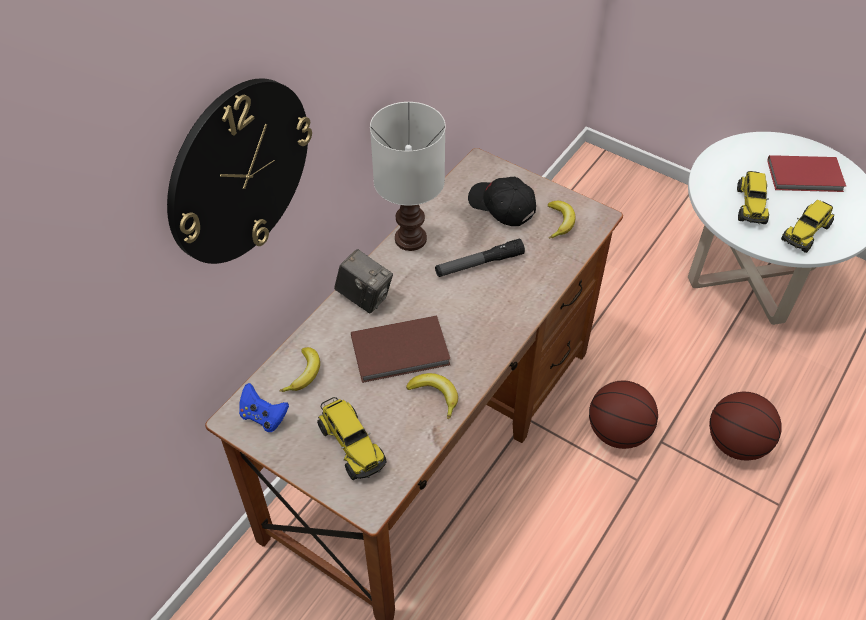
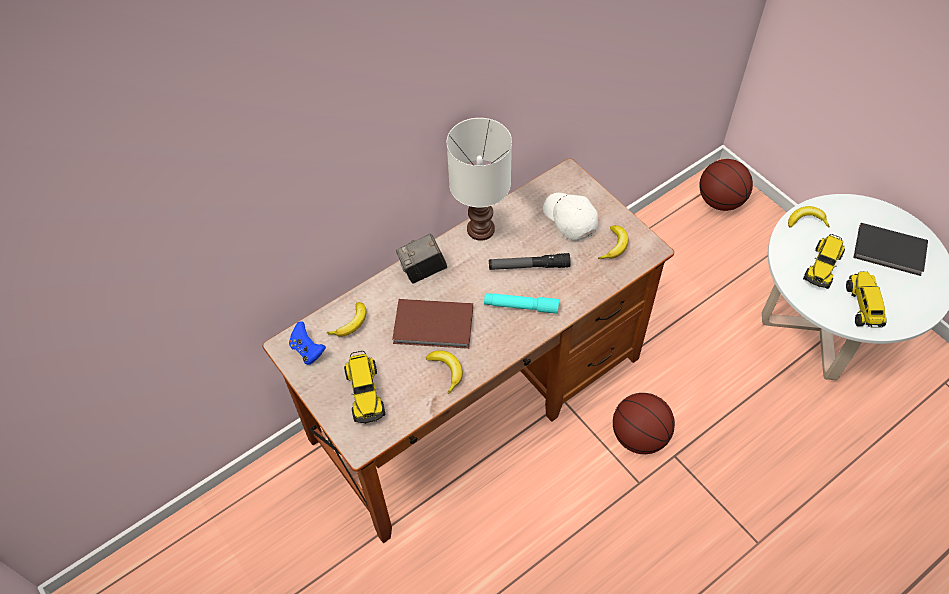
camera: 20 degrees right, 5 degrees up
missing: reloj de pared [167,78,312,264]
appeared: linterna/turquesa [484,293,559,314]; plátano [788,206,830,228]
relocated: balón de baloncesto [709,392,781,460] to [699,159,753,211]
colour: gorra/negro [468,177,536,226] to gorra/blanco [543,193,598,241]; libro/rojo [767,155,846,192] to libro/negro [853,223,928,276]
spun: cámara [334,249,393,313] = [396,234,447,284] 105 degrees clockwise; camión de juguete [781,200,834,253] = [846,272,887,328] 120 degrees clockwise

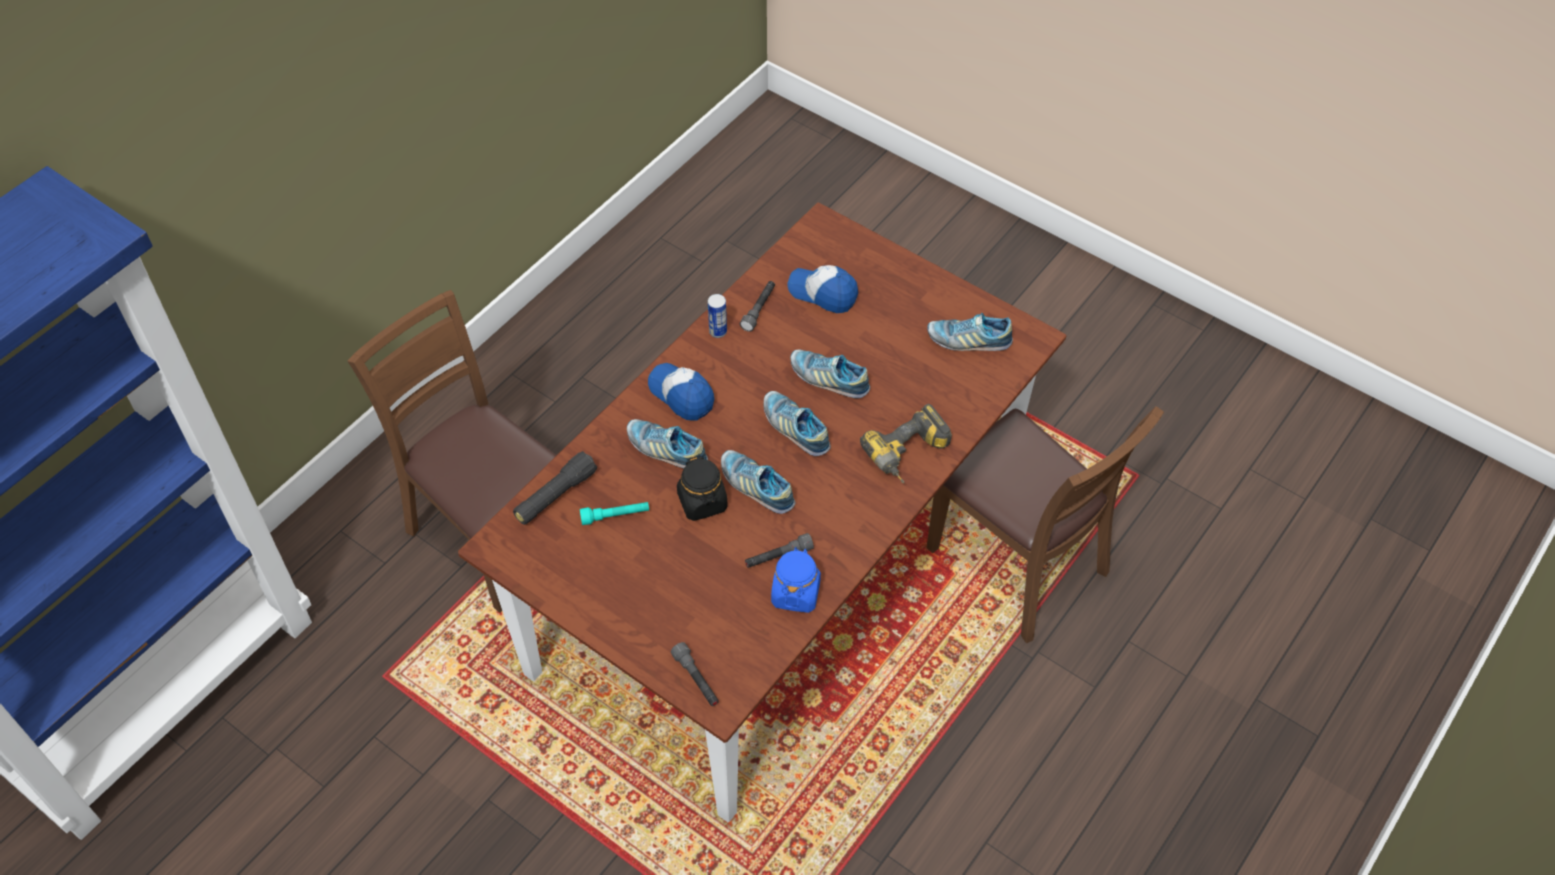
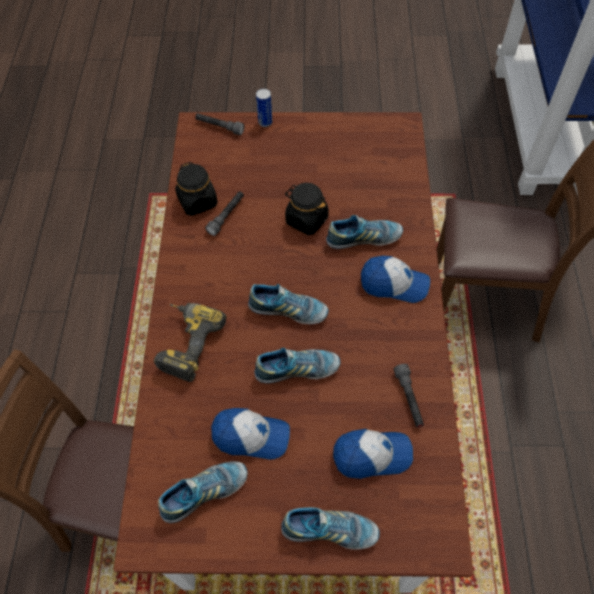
camera: 145 degrees right, 5 degrees up
missing: linterna/negro [513,451,597,525]; linterna/turquesa [580,502,649,525]
appeared: gorra [211,408,290,460]
relocated: lata [708,294,727,338] to [256,89,272,127]; zapato [721,450,795,514] to [281,507,380,550]
colour: tarro/azul [771,547,821,613] to tarro/negro [175,162,218,216]

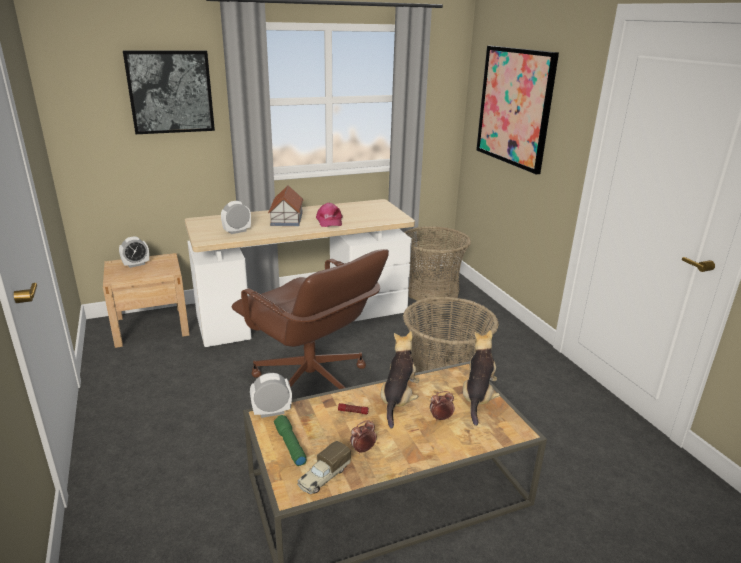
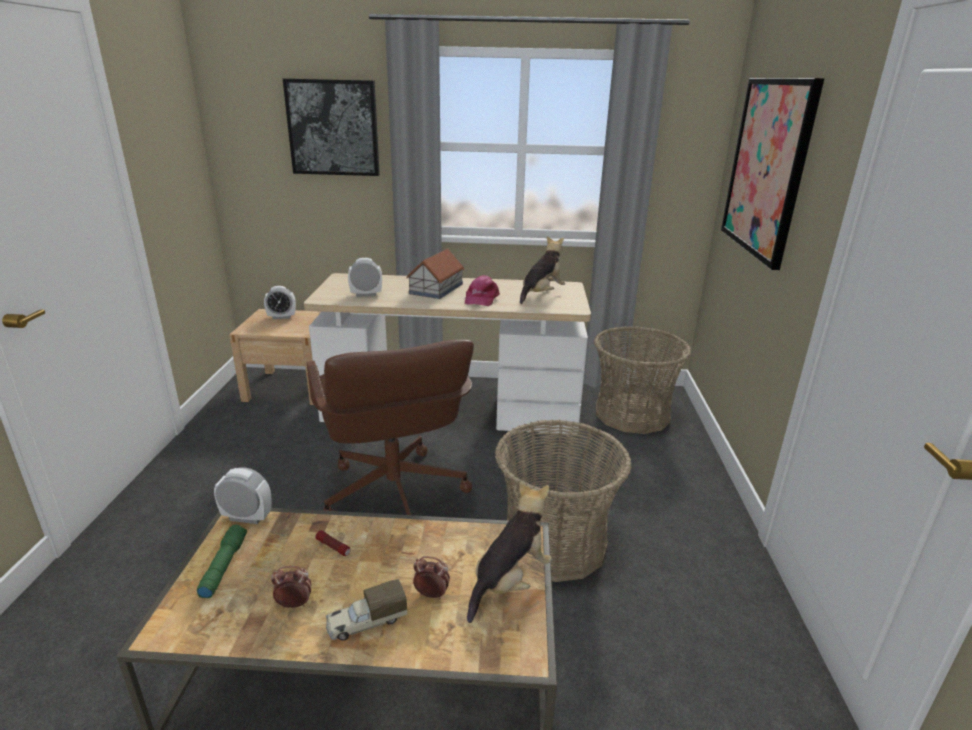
camera: 25 degrees right, 0 degrees up
relocated: camión de juguete [297,441,351,494] to [326,579,407,641]; peluche [381,331,419,428] to [520,236,565,304]

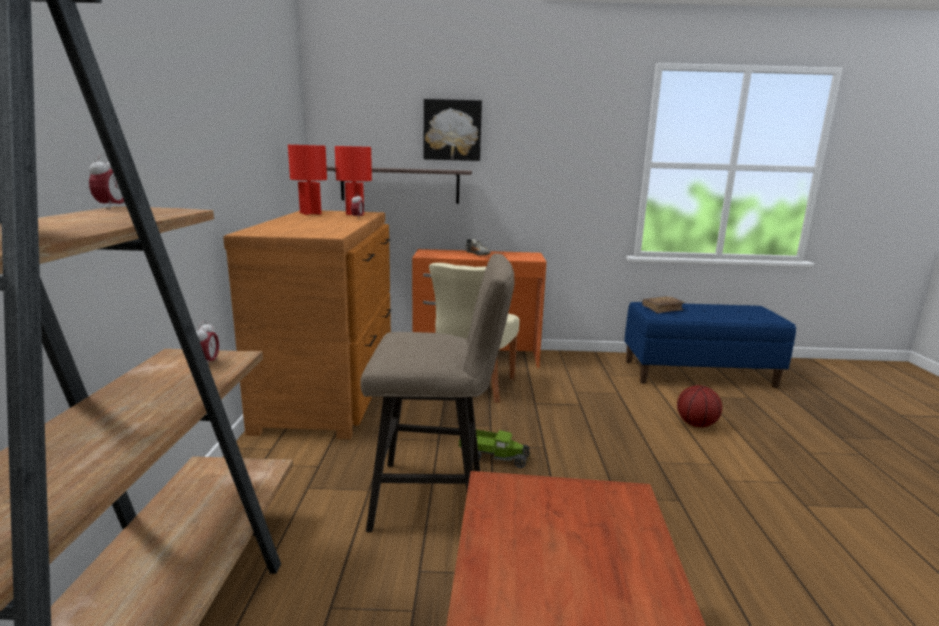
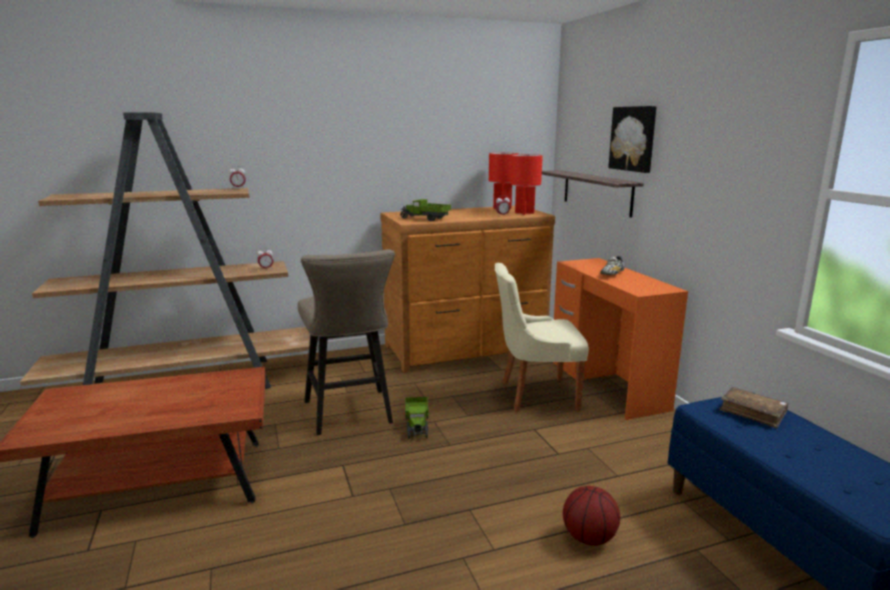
camera: 70 degrees right, 0 degrees up
appeared: camión de juguete [400,199,451,221]

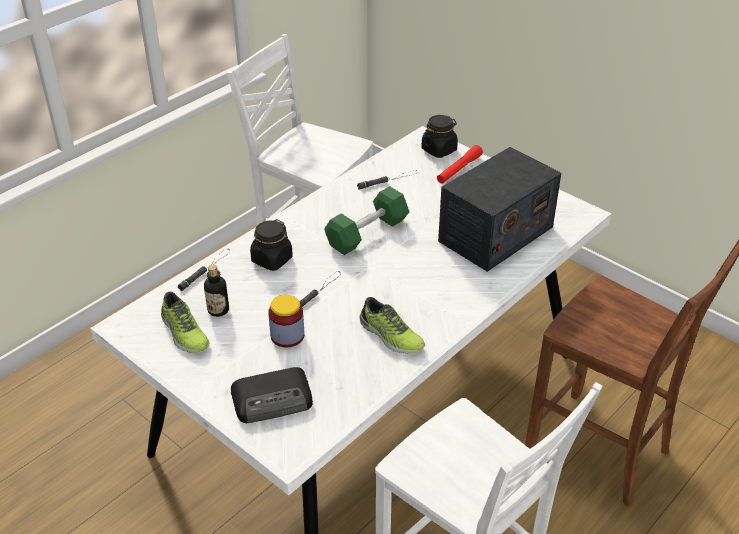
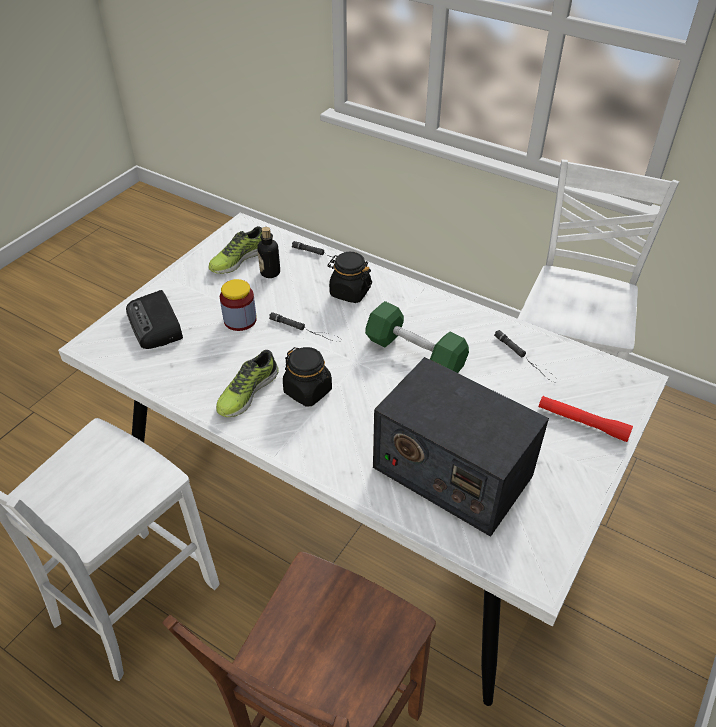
camera: 80 degrees right, 5 degrees up
relocated: tarro/negro [422,115,458,158] to [283,347,332,407]

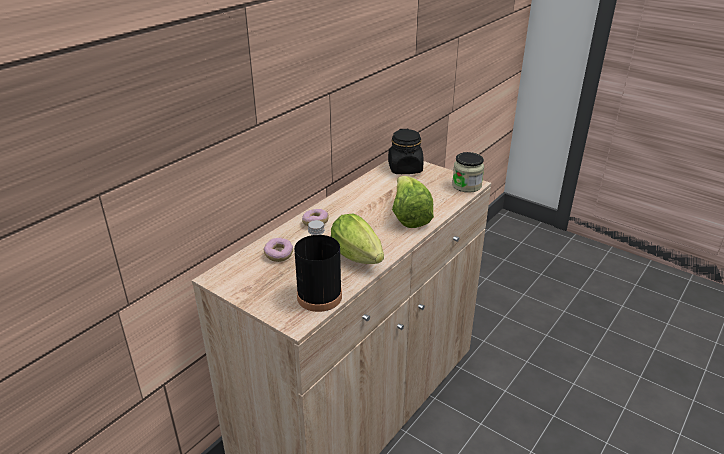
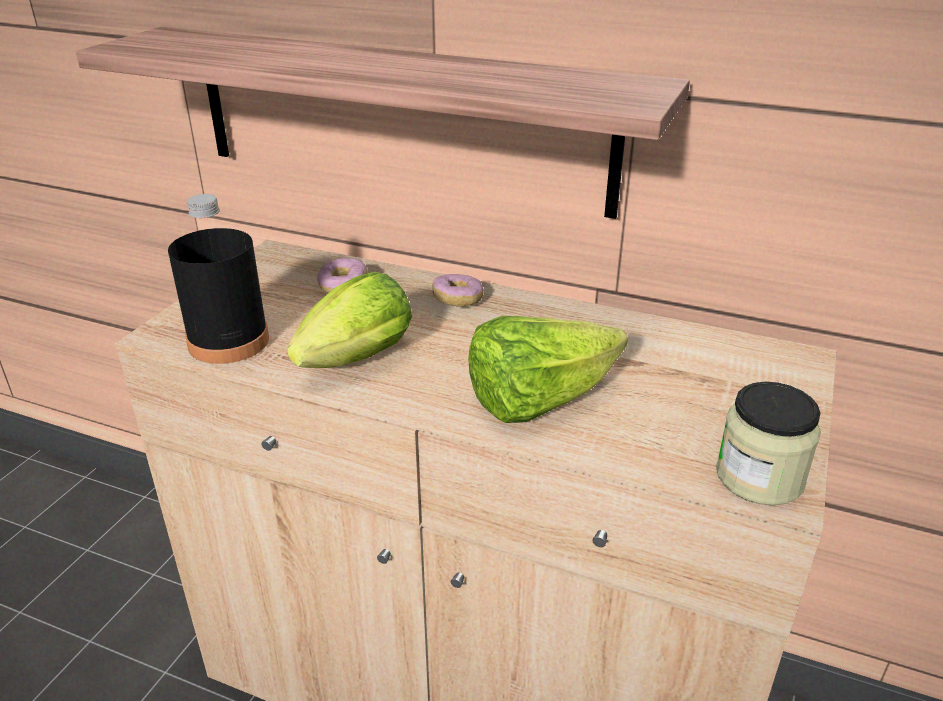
camera: 75 degrees right, 0 degrees up
missing: tarro/negro [388,129,424,174]
appeared: estante [76,26,690,219]

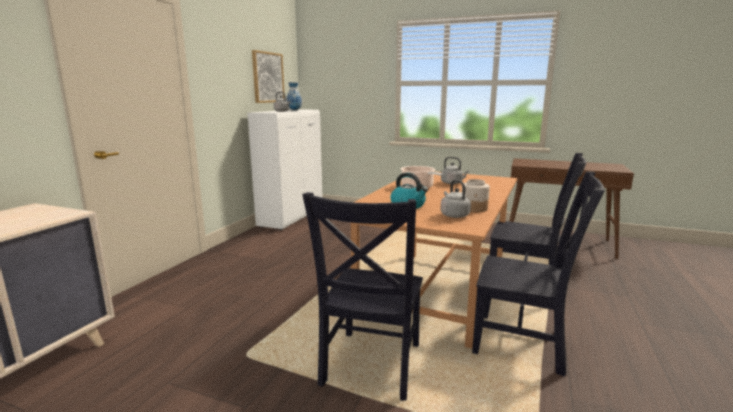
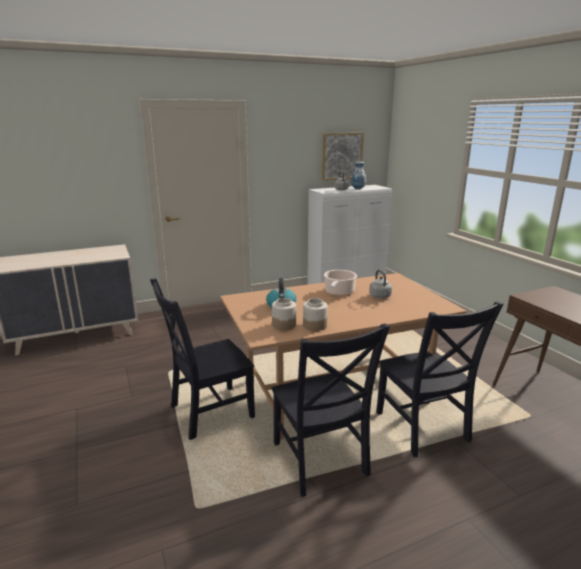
camera: 45 degrees right, 5 degrees up
exchanged: hervidor/gris [441,180,471,218] to tarro [272,298,296,330]

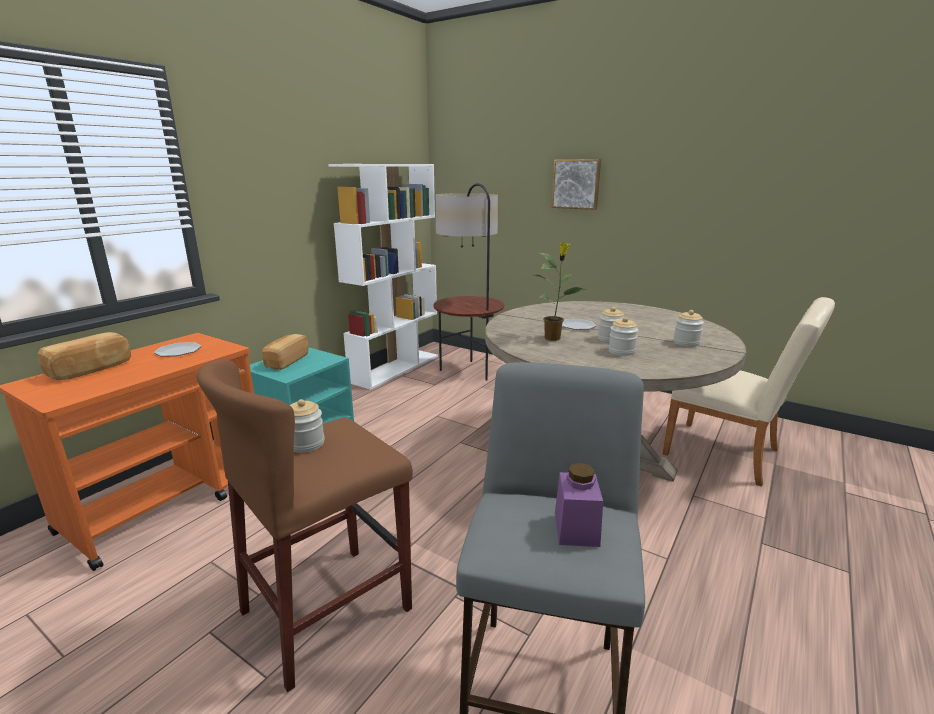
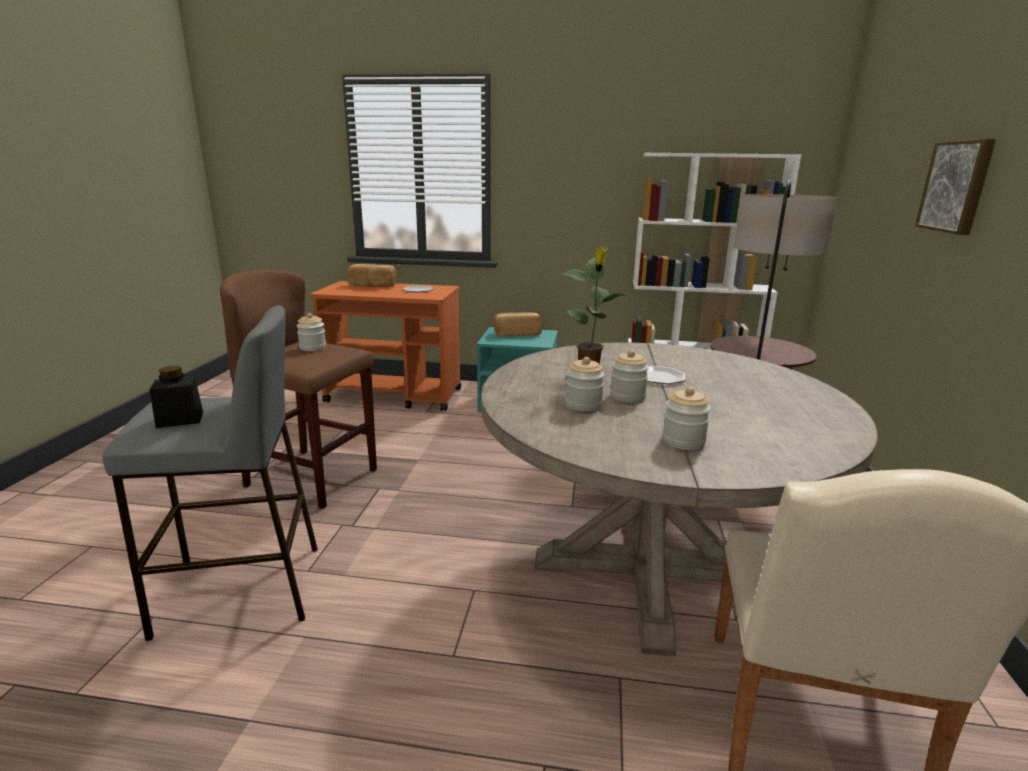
camera: 65 degrees right, 0 degrees up
colour: tarro/morado [555,463,603,547] to tarro/negro [149,366,203,428]

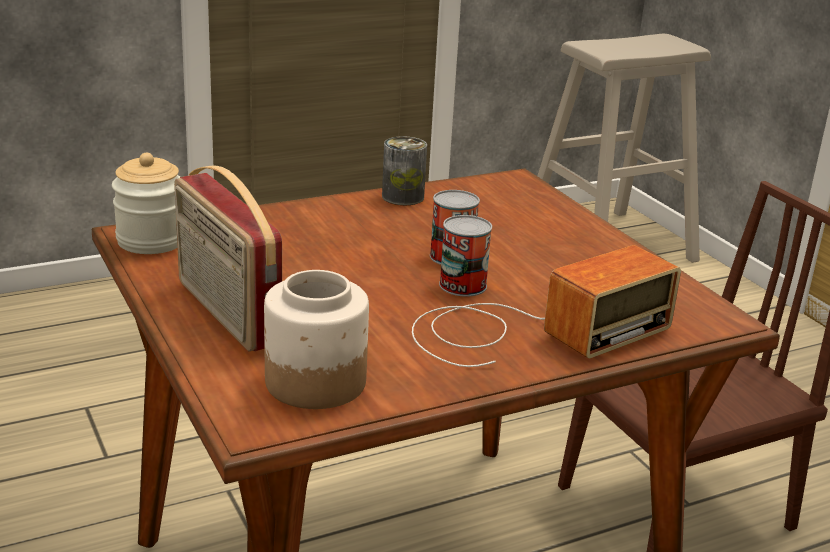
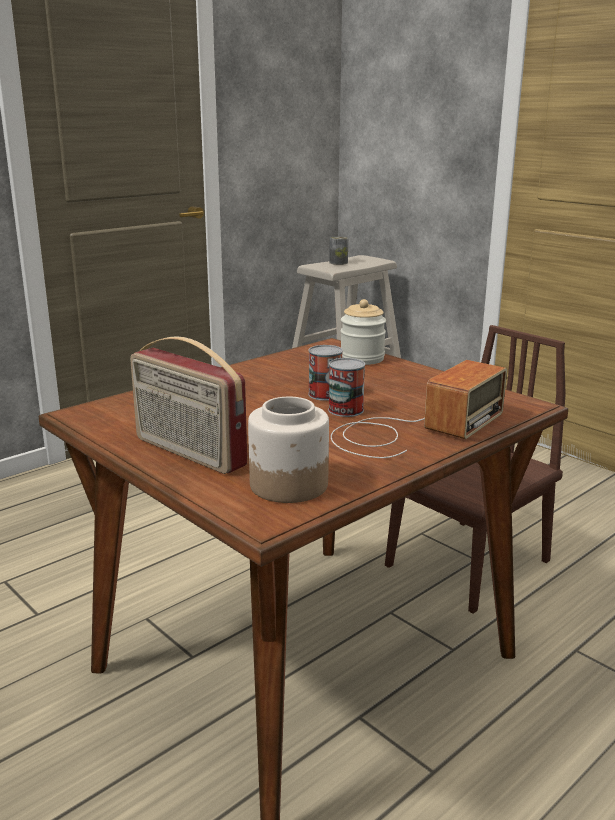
camera: 15 degrees left, 5 degrees down
relocated: tarro [112,153,180,254] to [341,299,386,365]; lata [382,136,427,205] to [329,236,348,265]

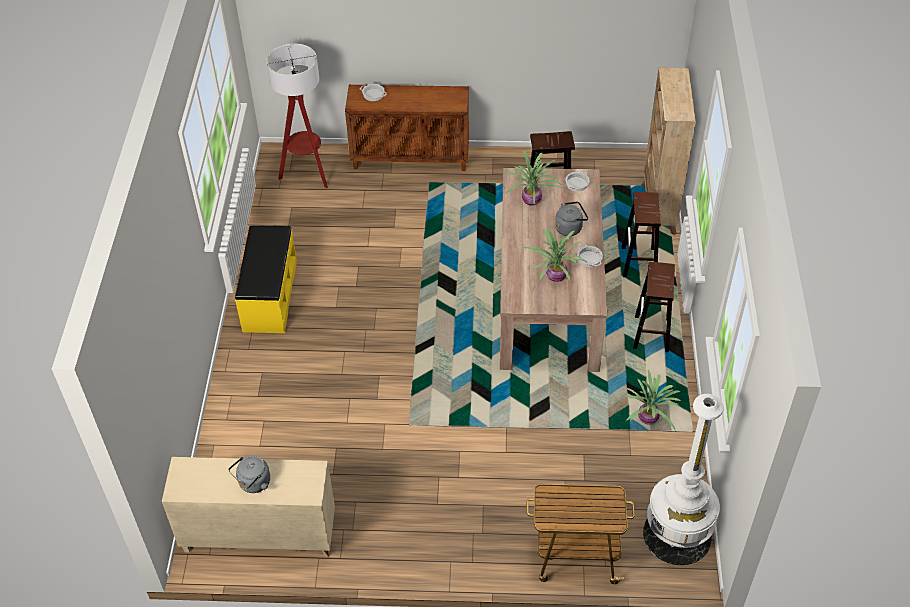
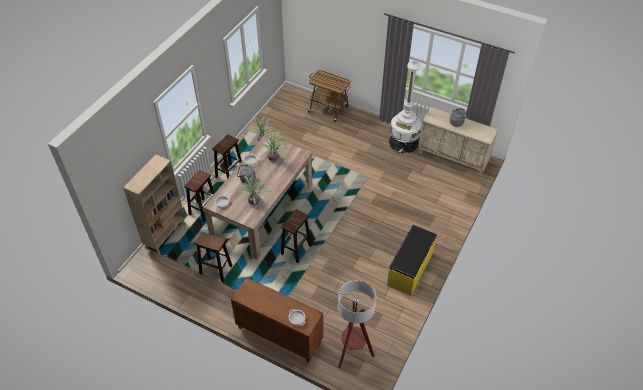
camera: 155 degrees left, 0 degrees up
appeared: taburete/marrón [281,209,312,263]
relocated: lámpara de pie/blanco [643,394,724,565] to [389,61,422,153]

